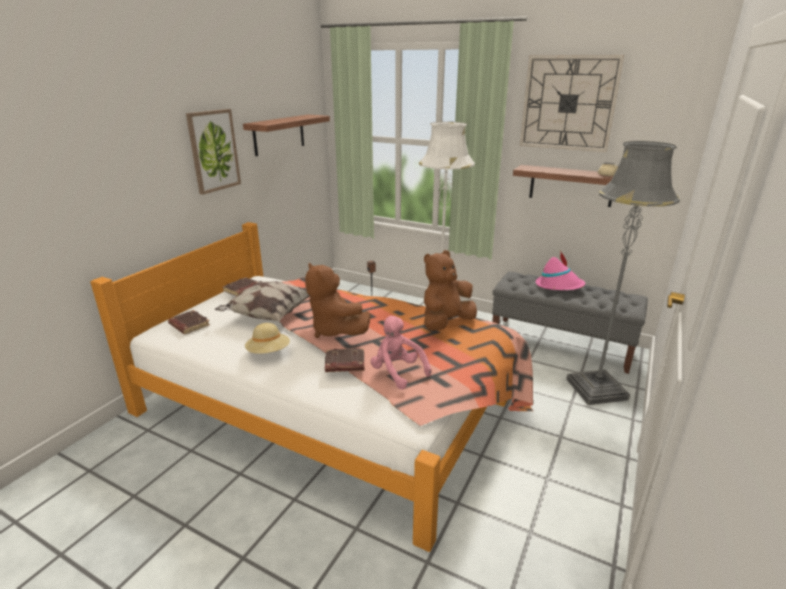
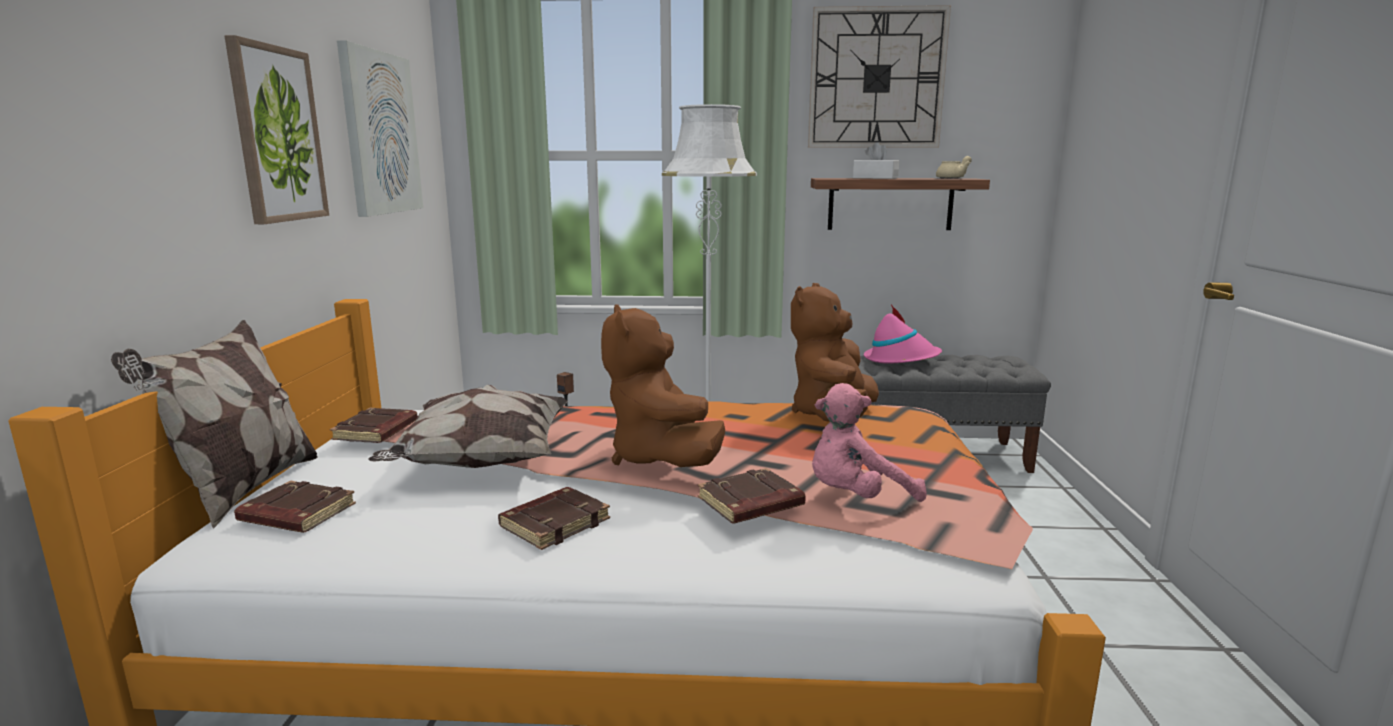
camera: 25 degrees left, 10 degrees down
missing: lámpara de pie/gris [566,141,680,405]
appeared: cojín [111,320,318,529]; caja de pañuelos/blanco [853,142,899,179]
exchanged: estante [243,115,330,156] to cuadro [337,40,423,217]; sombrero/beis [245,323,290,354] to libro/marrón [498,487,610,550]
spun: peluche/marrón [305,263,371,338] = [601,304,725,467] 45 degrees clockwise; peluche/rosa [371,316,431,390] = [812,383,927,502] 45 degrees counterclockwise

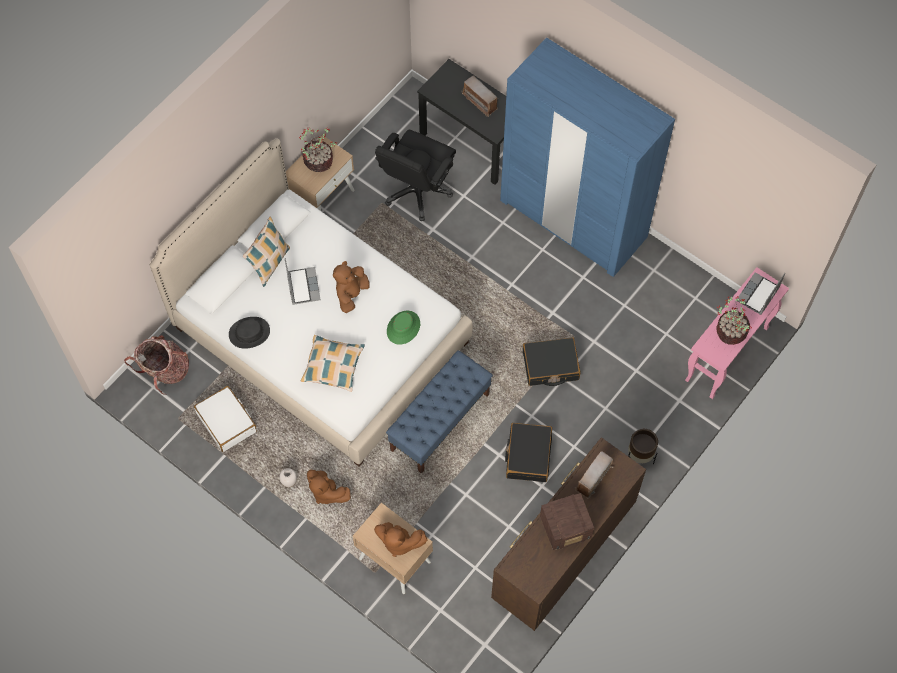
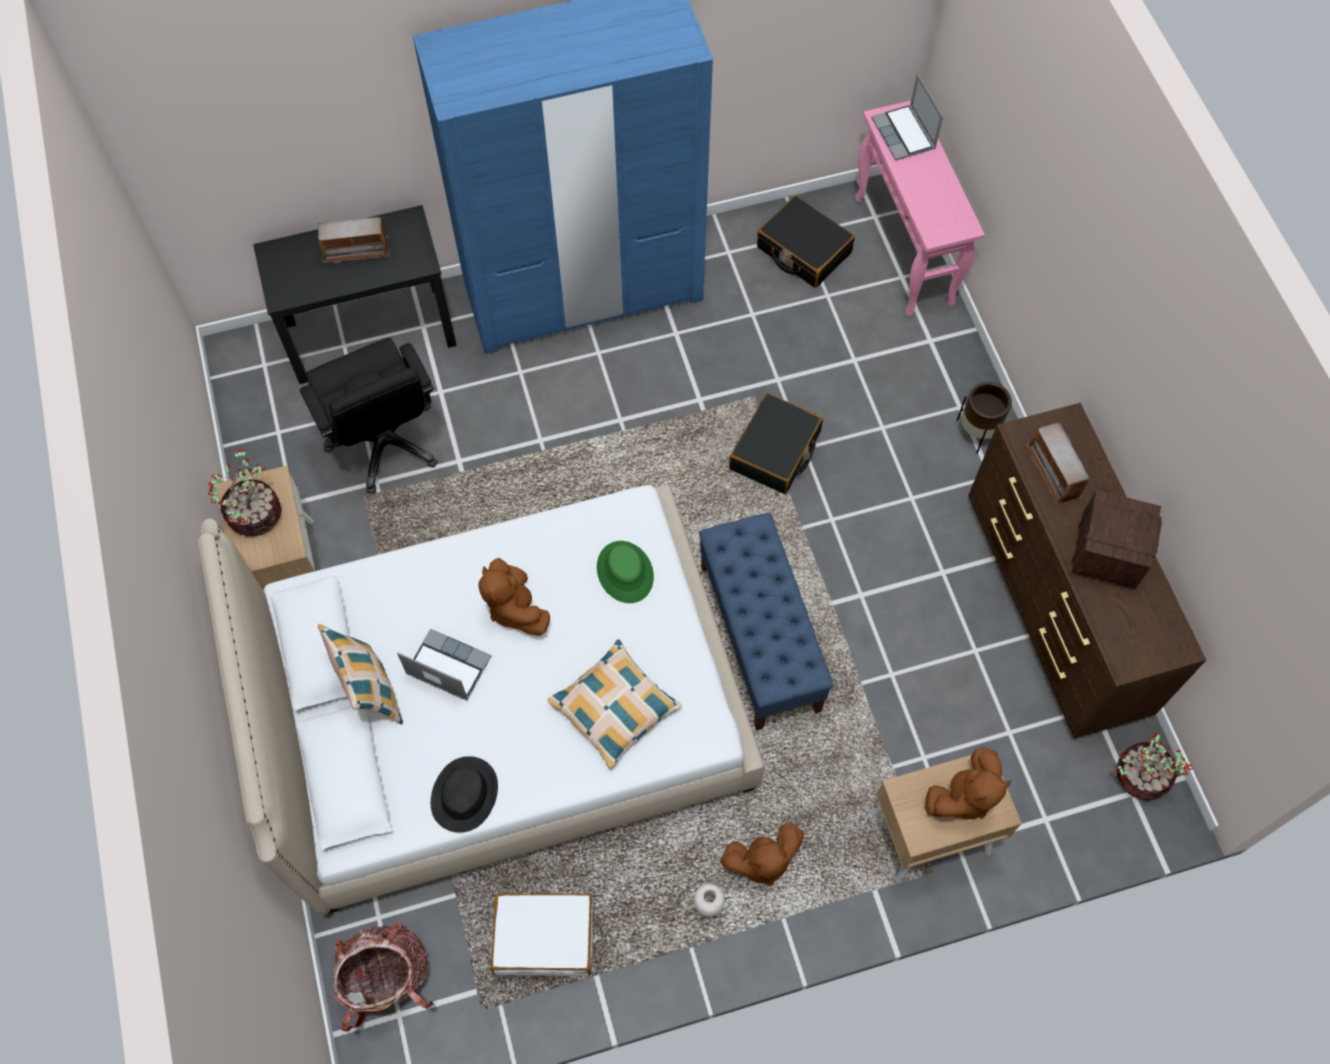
camera: 55 degrees left, 0 degrees up
relocated: maleta/negro [505,423,552,482] to [757,195,855,288]; planta en maceta [717,296,752,345] to [1115,732,1193,800]

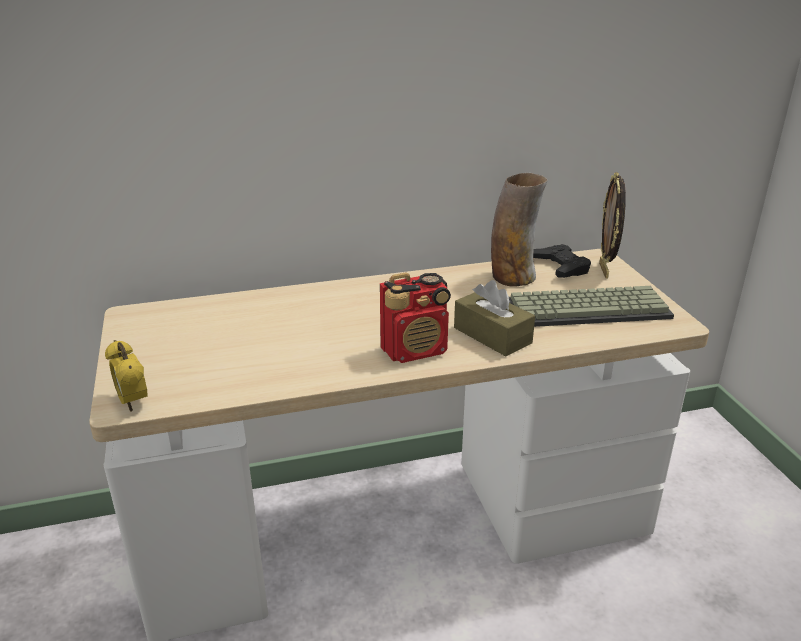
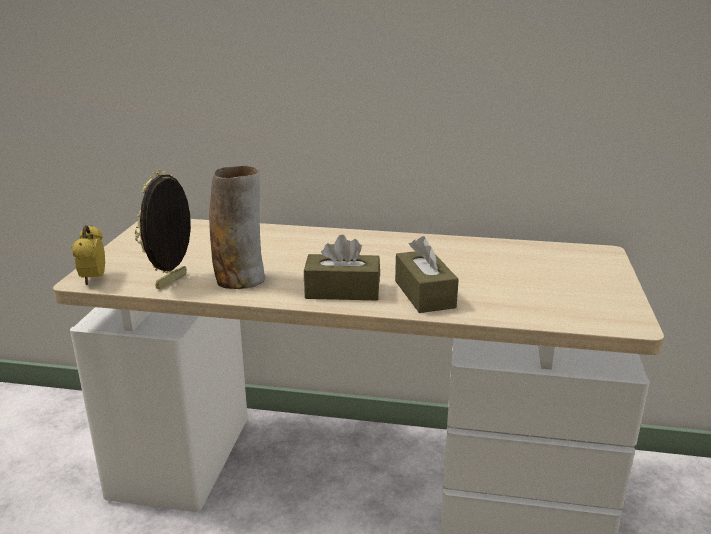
camera: 25 degrees right, 5 degrees down
missing: teclado [509,286,674,327]; mando de consola/negro [533,244,591,278]
relocated: florero [491,173,547,287] to [209,166,265,289]; portarretratos [599,172,626,279] to [135,170,191,289]
exchanged: radio [380,273,451,363] to caja de pañuelos/marrón [304,235,380,300]

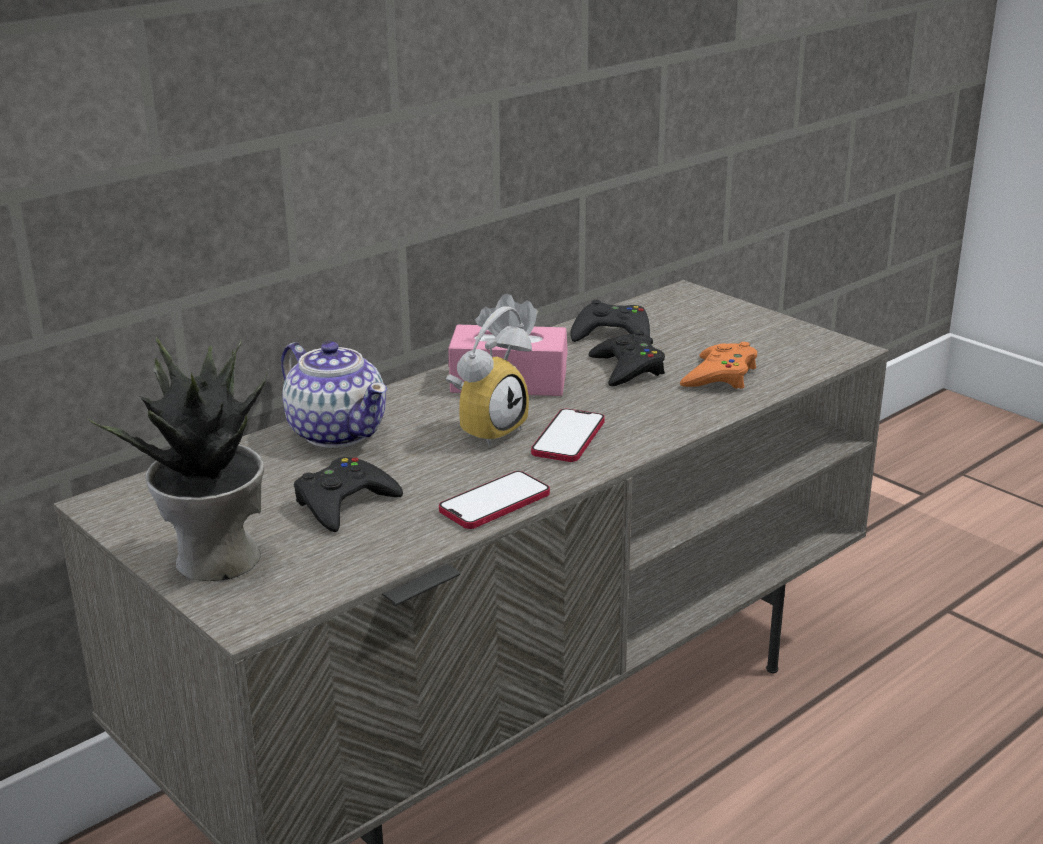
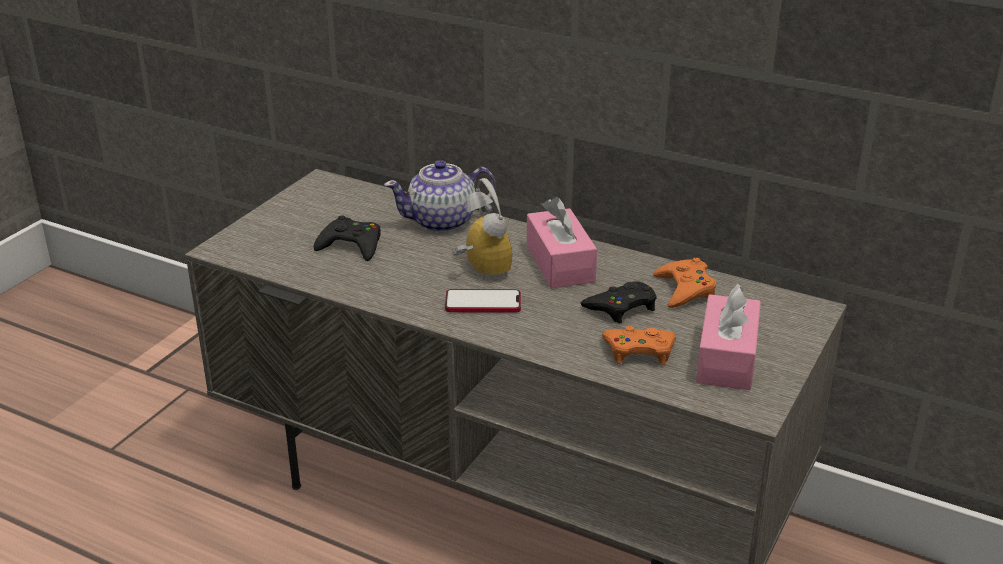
camera: 70 degrees right, 5 degrees up
missing: planta en maceta [86,336,269,581]; móvil [439,471,550,529]
appeared: caja de pañuelos/rosa [696,284,761,390]
colour: mando de consola/negro [570,300,650,342] to mando de consola/naranja [653,258,716,308]
spun: tetera [281,341,387,448] = [384,160,496,233] 45 degrees clockwise; despertador [446,307,532,447] = [453,178,512,280] 135 degrees counterclockwise

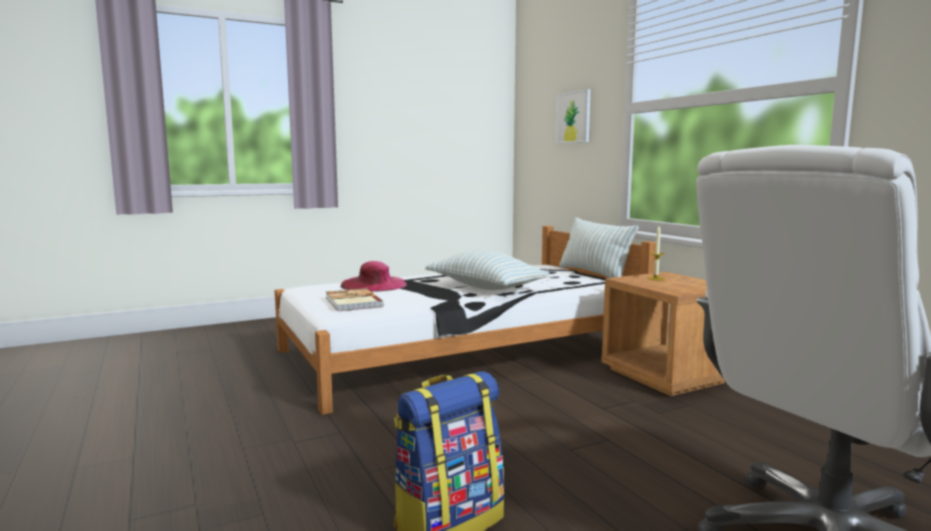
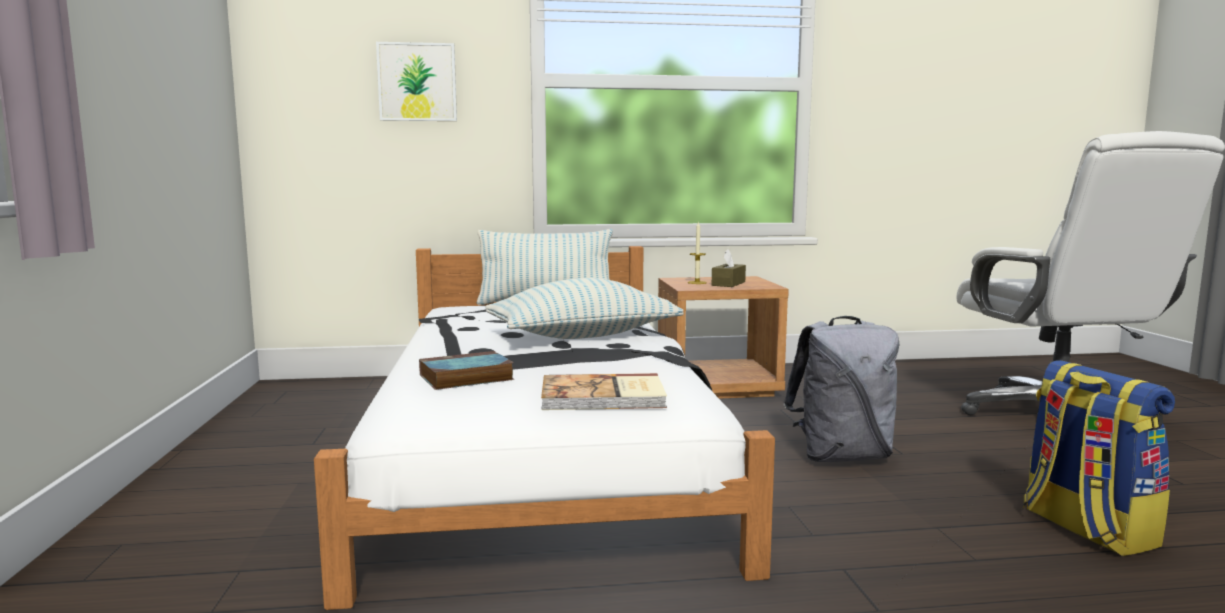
camera: 70 degrees left, 0 degrees up
appeared: caja de pañuelos/marrón [712,249,746,287]; mochila/gris [783,316,899,462]
exchanged: sombrero/rosa [341,261,407,292] to libro [419,351,514,390]

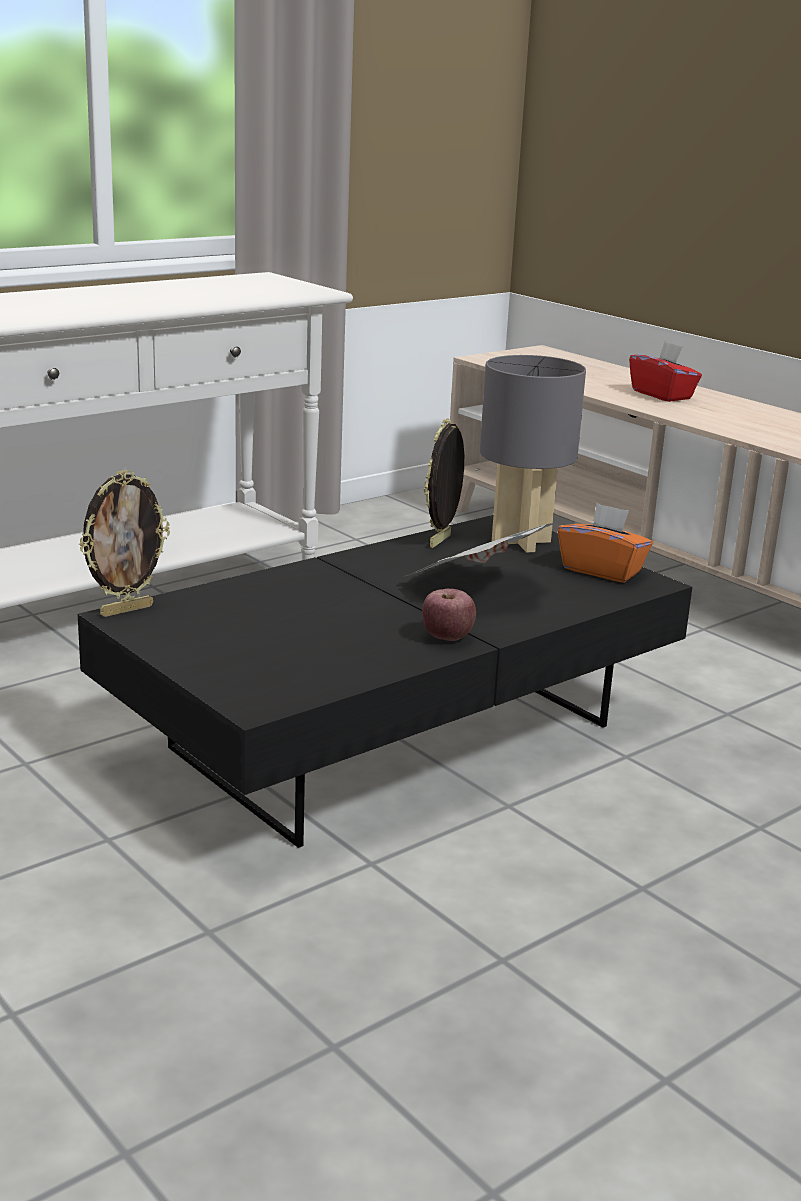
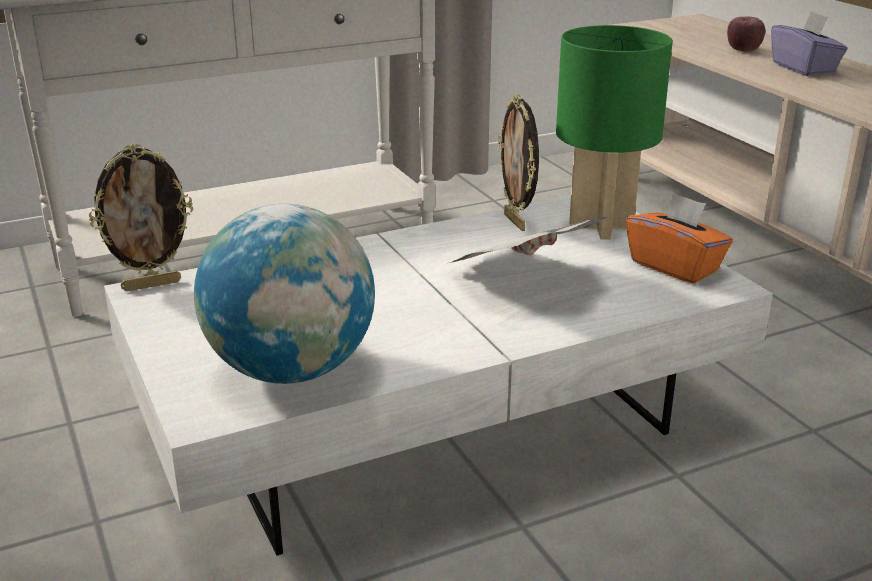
camera: 15 degrees right, 5 degrees up
appeared: globo terráqueo [194,204,375,384]
relocated: manzana [422,589,476,641] to [727,17,765,52]
colour: mesa de centro/negro [78,515,692,848] to mesa de centro/blanco [104,196,773,555]; lámpara de mesa/gris [480,355,586,553] to lámpara de mesa/verde [556,25,673,240]; caja de pañuelos/rojo [629,341,702,402] to caja de pañuelos/morado [771,11,848,76]
spun: portarretratos [424,418,464,548] = [498,94,539,231] 60 degrees counterclockwise

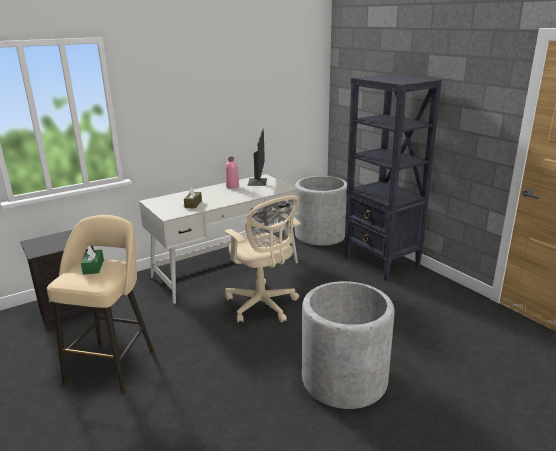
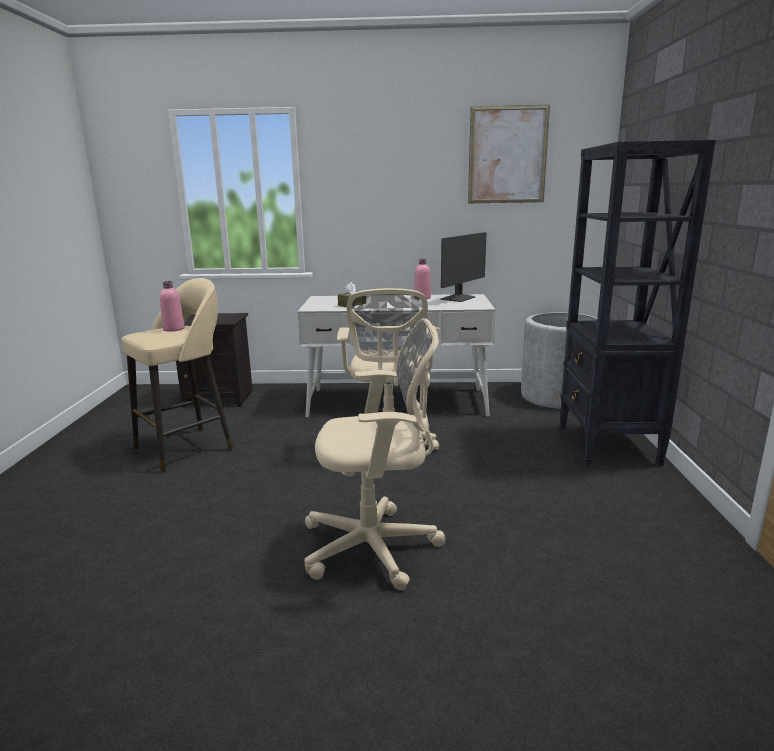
camera: 35 degrees right, 5 degrees down
appeared: cuadro [468,105,550,203]
exchanged: caja de pañuelos/verde [81,245,104,275] to botella/rosa [160,281,185,332]; maceta/gris [302,281,395,409] to silla de oficina/beis [304,318,446,590]

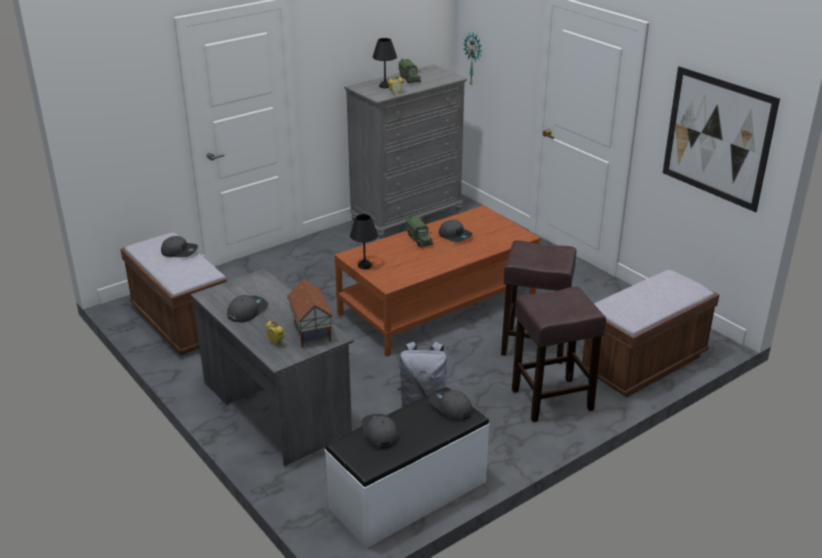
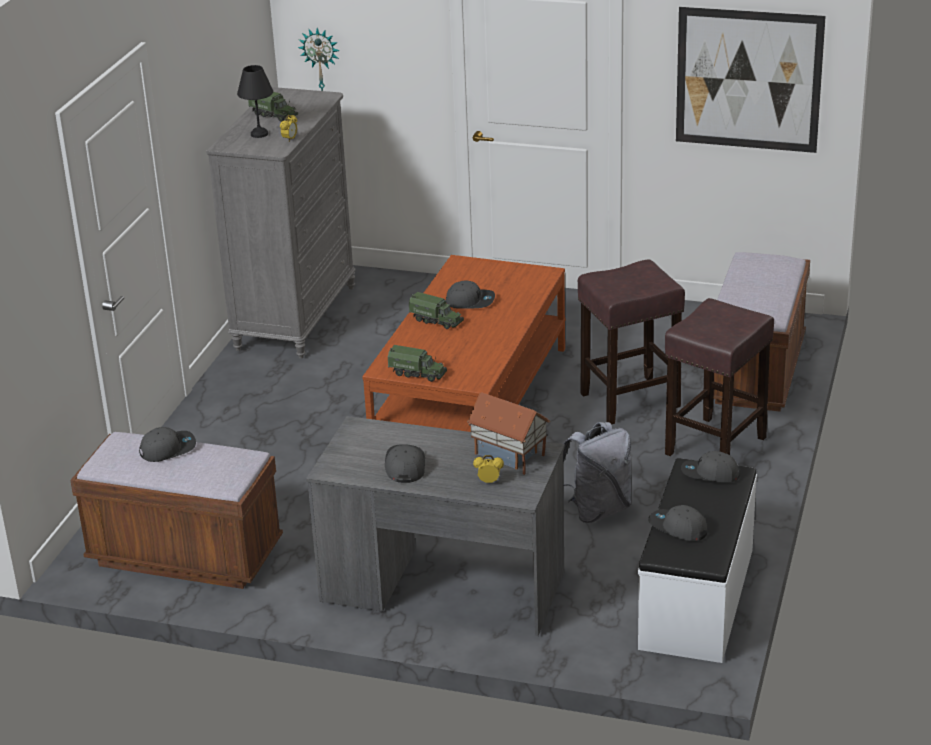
camera: 35 degrees left, 0 degrees up
exchanged: lámpara de mesa/negro [350,214,378,269] to camión de juguete [388,345,447,382]

